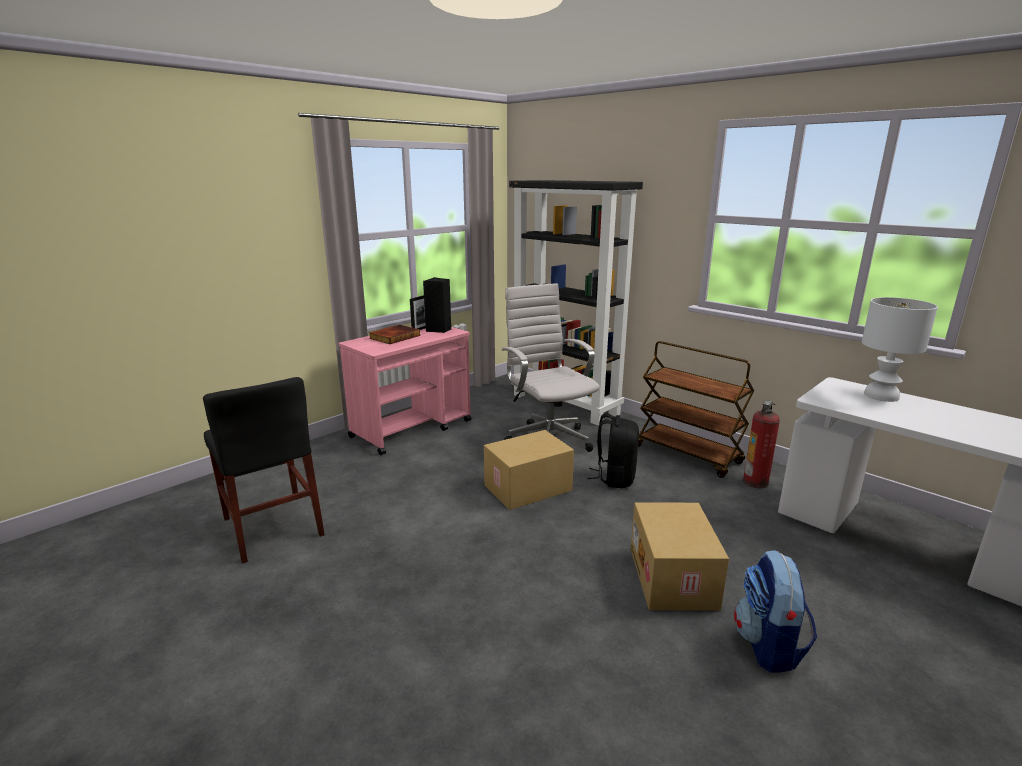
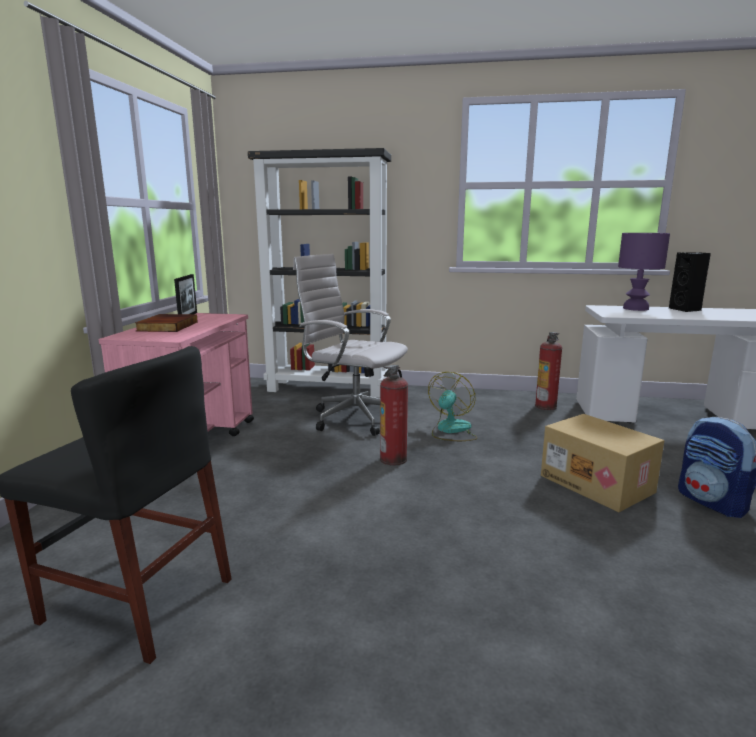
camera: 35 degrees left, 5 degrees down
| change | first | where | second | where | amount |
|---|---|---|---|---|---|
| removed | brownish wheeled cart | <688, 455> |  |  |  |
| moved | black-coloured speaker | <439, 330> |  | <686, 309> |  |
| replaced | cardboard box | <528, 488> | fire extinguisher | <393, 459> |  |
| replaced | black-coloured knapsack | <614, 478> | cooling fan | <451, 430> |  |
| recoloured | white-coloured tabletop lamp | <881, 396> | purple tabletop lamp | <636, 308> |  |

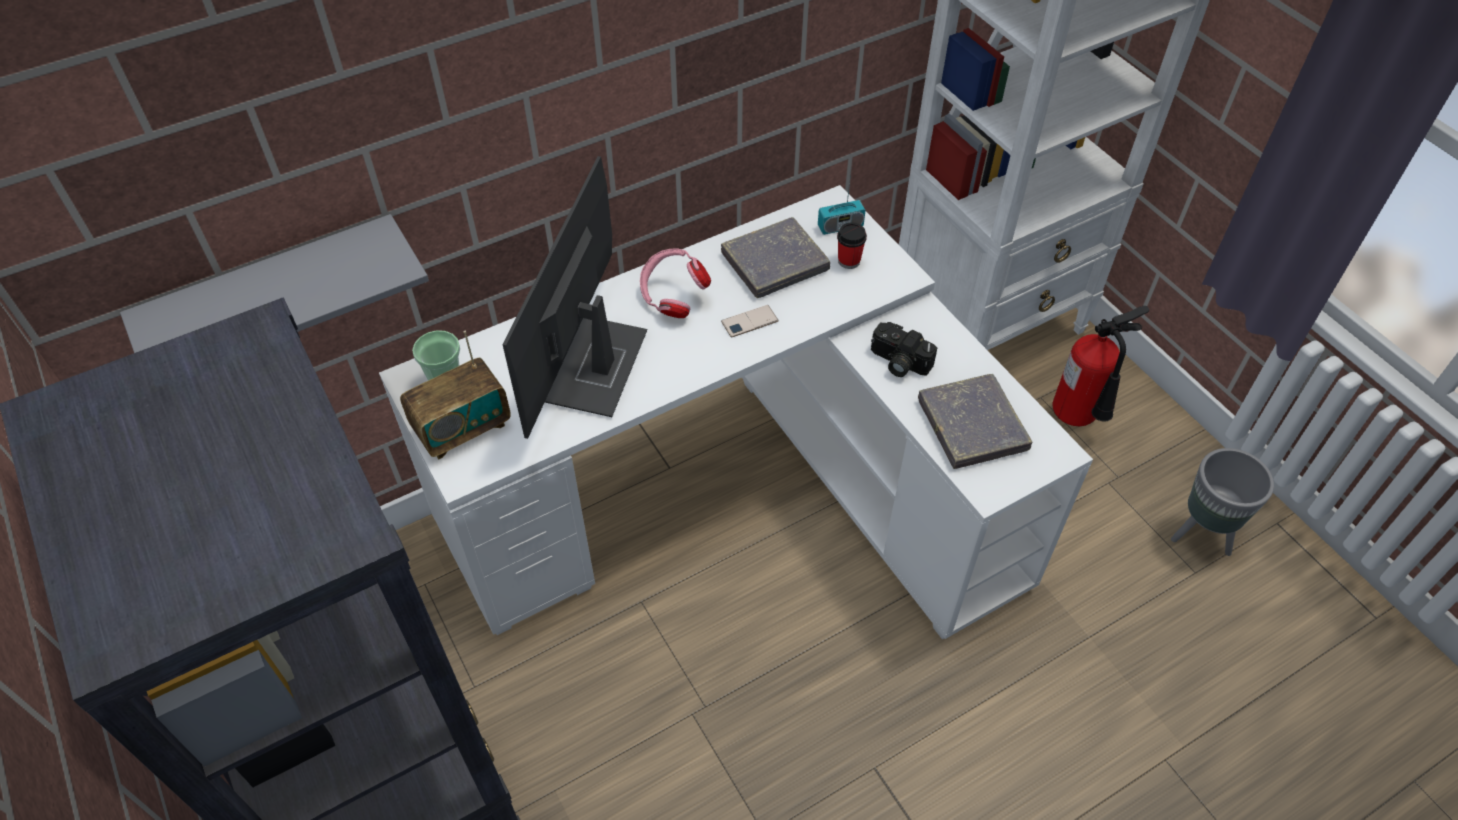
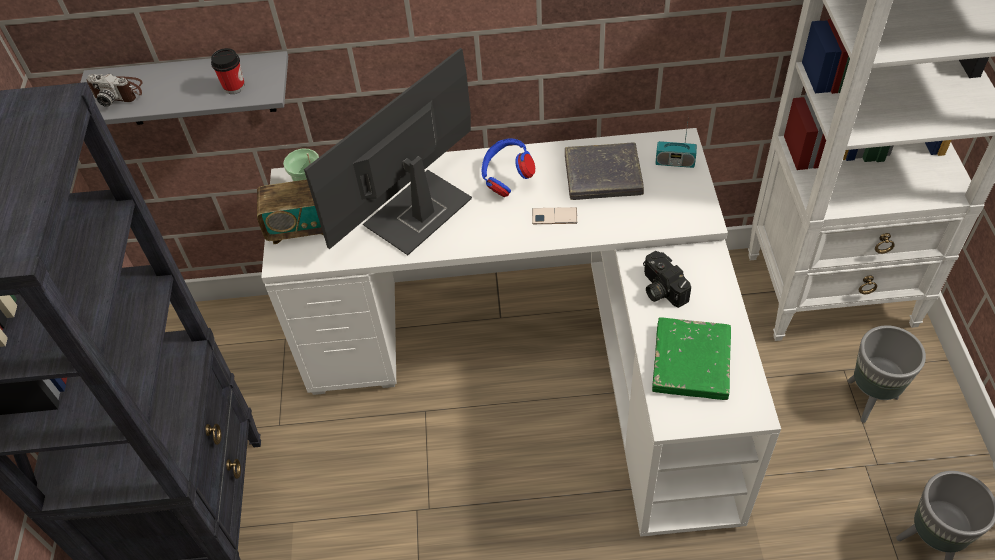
camera: 30 degrees right, 0 degrees up
| change | first | where | second | where | amount |
|---|---|---|---|---|---|
| added |  |  | still camera | <118, 92> |  |
| moved | cup | <849, 261> |  | <234, 87> |  |
| replaced | fire extinguisher | <1079, 418> | gray planter | <869, 400> |  |
| recoloured | pink-coloured headset | <673, 299> | blue-coloured headset | <506, 180> |  |
| recoloured | gray volume | <972, 425> | green-coloured volume | <691, 362> |  |

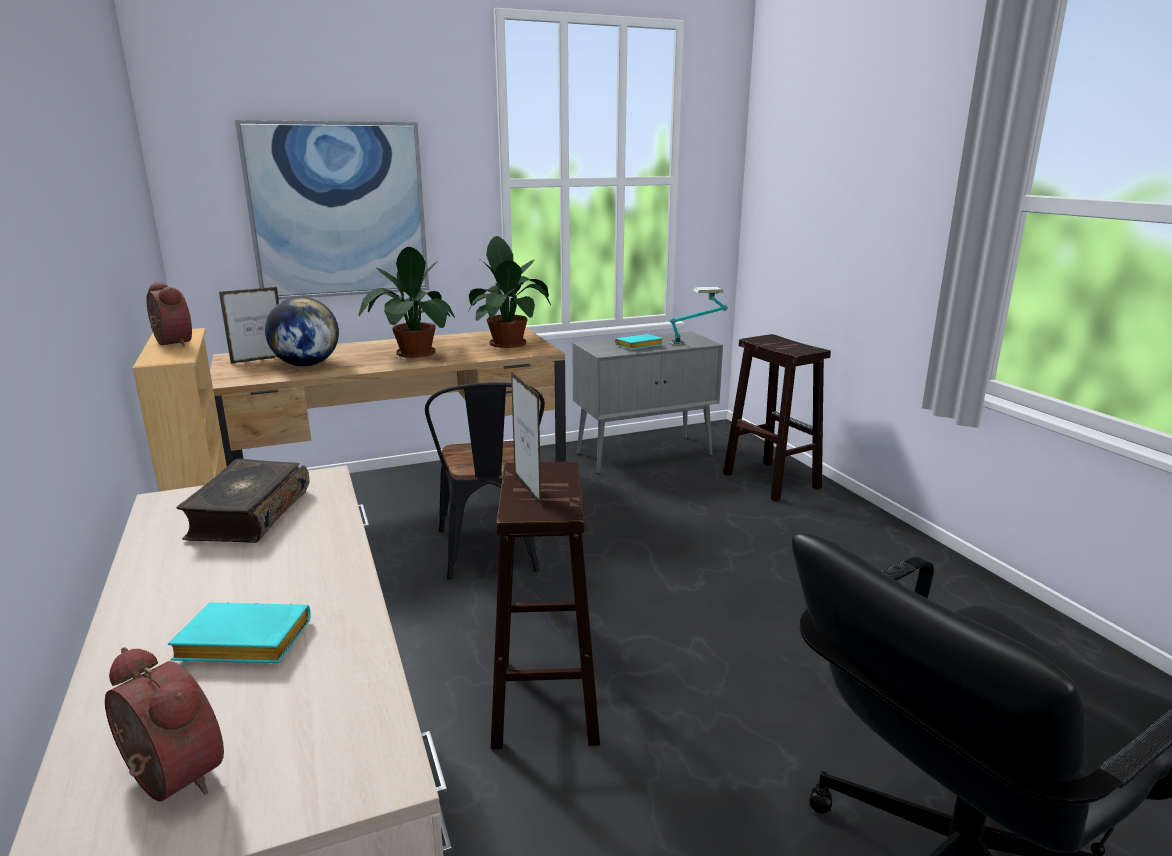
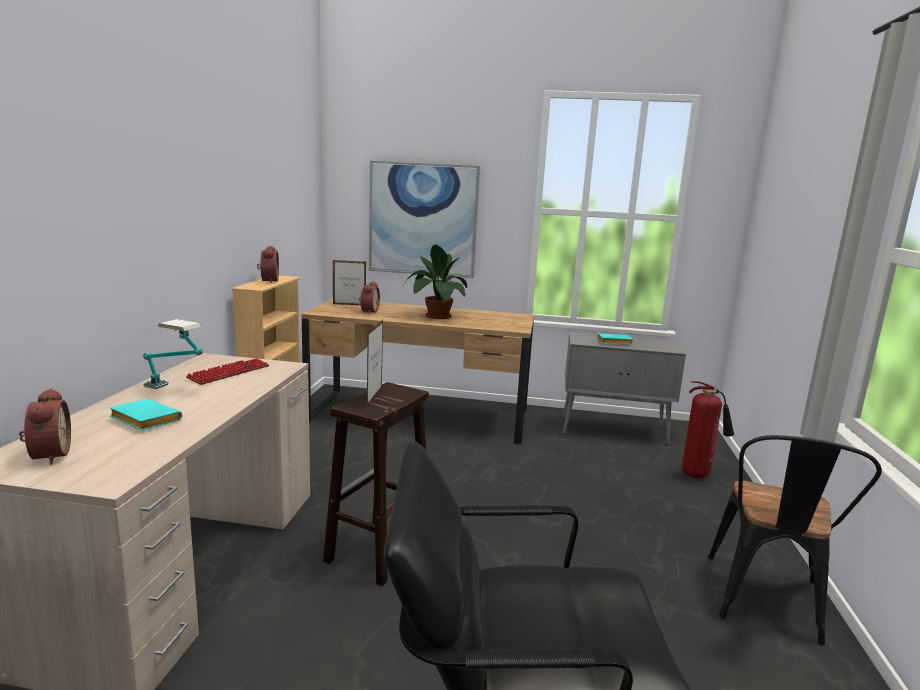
camera: 30 degrees right, 5 degrees down
| change | first | where | second | where | amount |
|---|---|---|---|---|---|
| removed | plant in a pot | <508, 342> |  |  |  |
| moved | black-coloured upright chair | <490, 554> |  | <765, 604> |  |
| moved | tabletop lamp | <697, 343> |  | <175, 390> |  |
| replaced | volume | <248, 515> | computer keyboard | <229, 373> |  |
| replaced | world globe | <306, 365> | alarm clock | <368, 311> |  |
| replaced | brownish sitting stool | <769, 480> | fire extinguisher | <698, 475> |  |

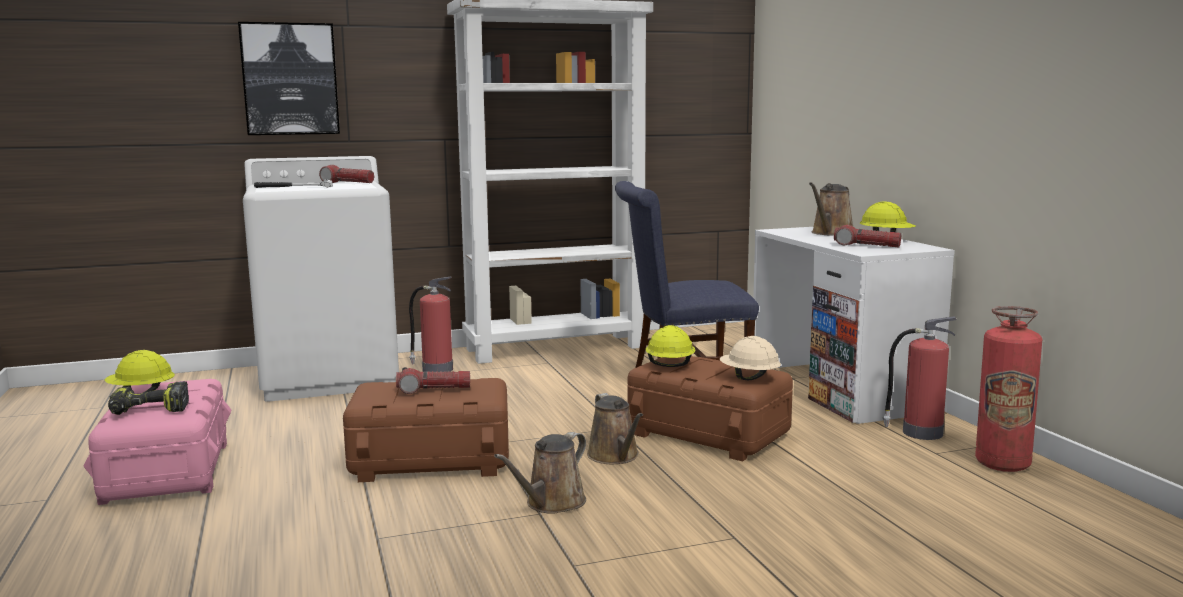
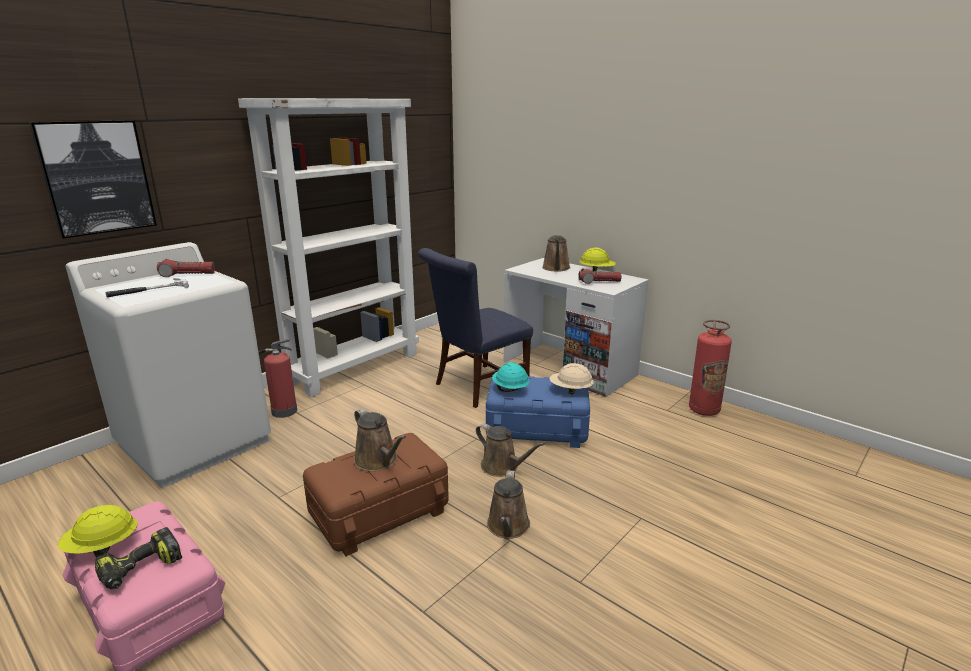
camera: 30 degrees left, 10 degrees up
| change | first | where | second | where | amount |
|---|---|---|---|---|---|
| removed | fire extinguisher | <920, 433> |  |  |  |
| replaced | flashlight | <434, 390> | brownish watering pot | <378, 461> |  |
| recoloured | brownish storage container | <708, 434> | blue-coloured storage container | <537, 428> |  |
| recoloured | yellow-coloured safety helmet | <669, 365> | turquoise safety helmet | <510, 389> |  |

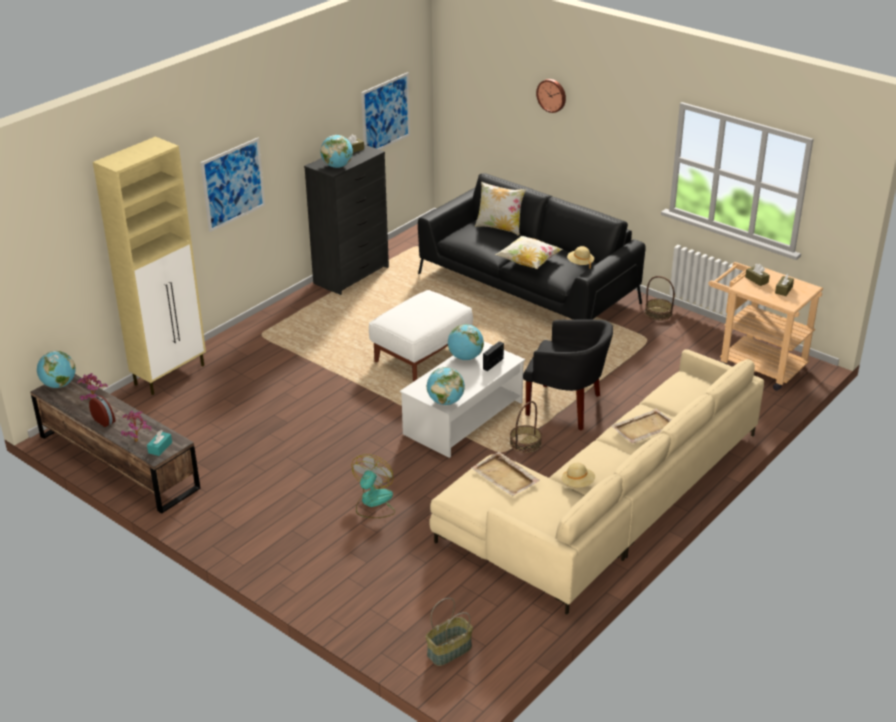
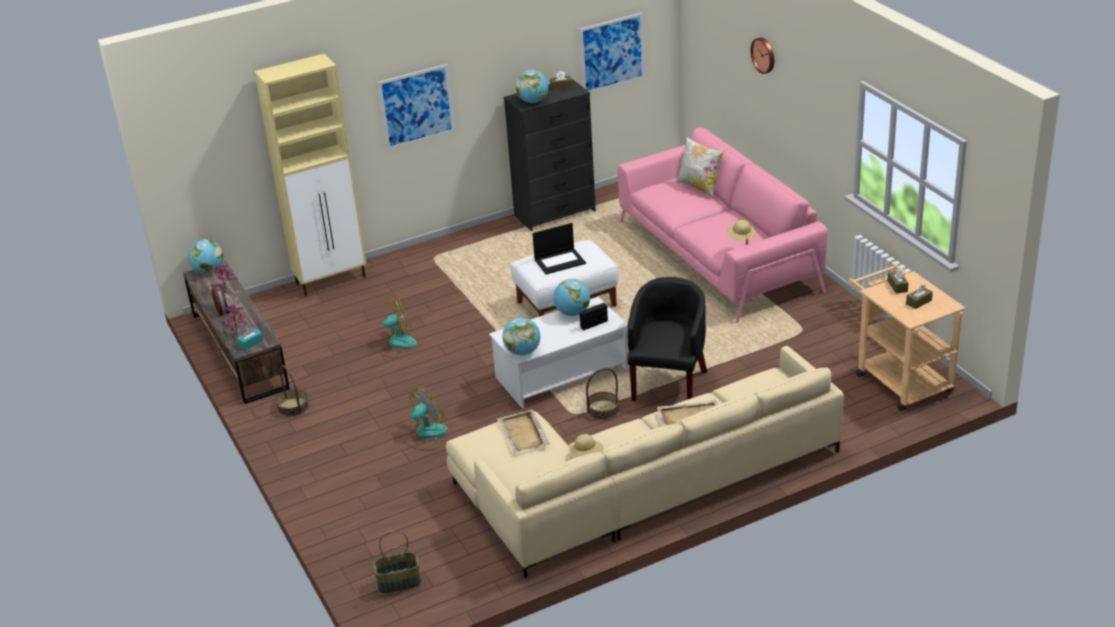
camera: 25 degrees right, 0 degrees up
| change | first | where | second | where | amount |
|---|---|---|---|---|---|
| removed | cushion | <528, 263> |  |  |  |
| added |  |  | cooling fan | <396, 344> |  |
| added |  |  | portable computer | <560, 261> |  |
| moved | basket | <658, 313> |  | <293, 407> |  |
| recoloured | black-coloured sofa | <527, 288> | pink-coloured sofa | <718, 256> |  |
| turned | black-coloured armchair | <566, 407> |  | <668, 383> | 120 degrees counterclockwise |

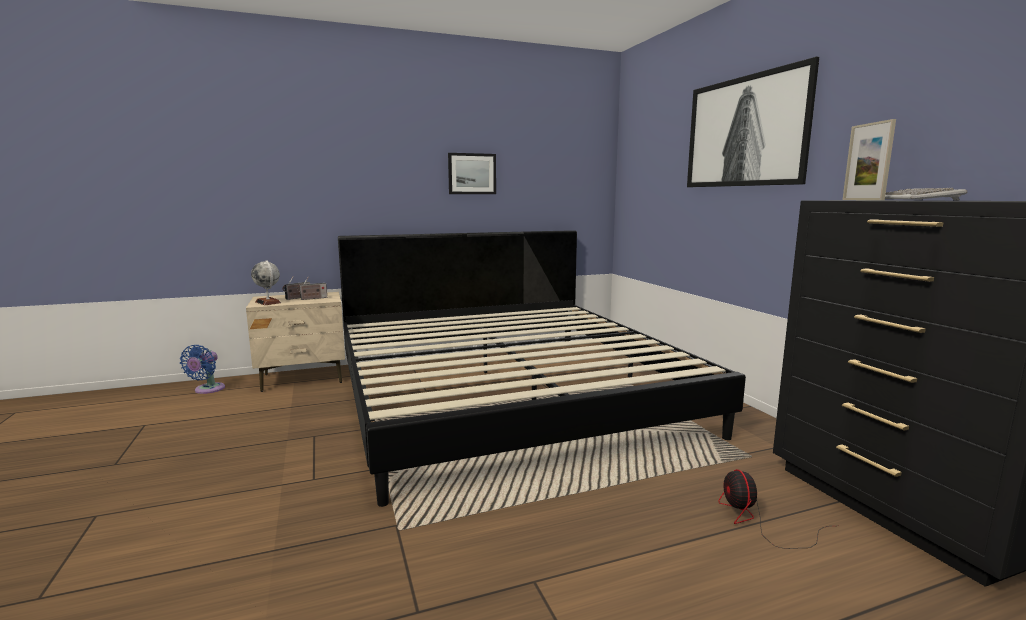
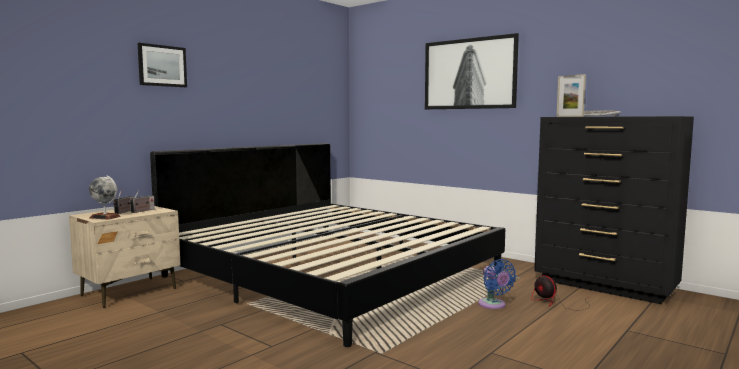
camera: 30 degrees left, 5 degrees down
| change | first | where | second | where | amount |
|---|---|---|---|---|---|
| moved | blue-coloured cooling fan | <207, 390> |  | <493, 305> |  |
| moved | wall picture | <472, 174> |  | <162, 66> |  |

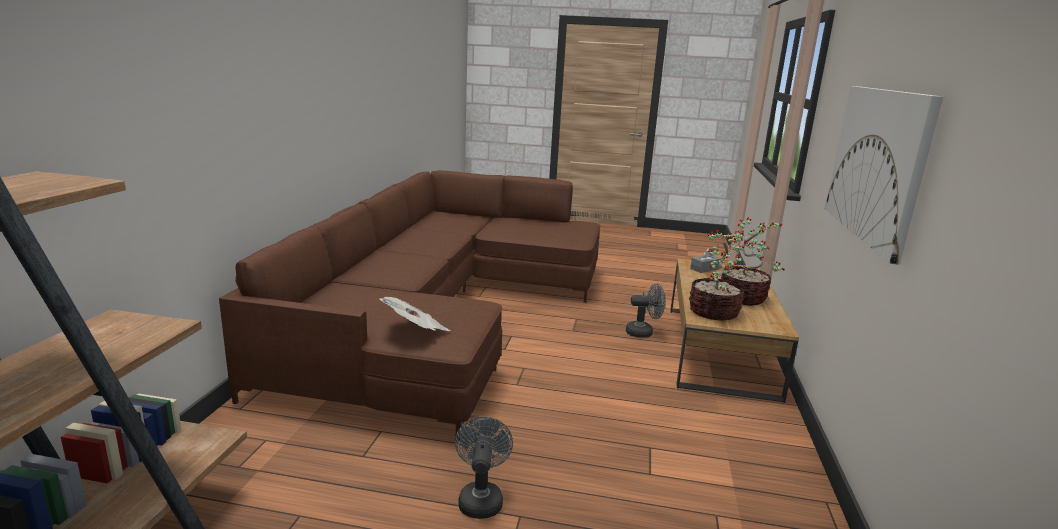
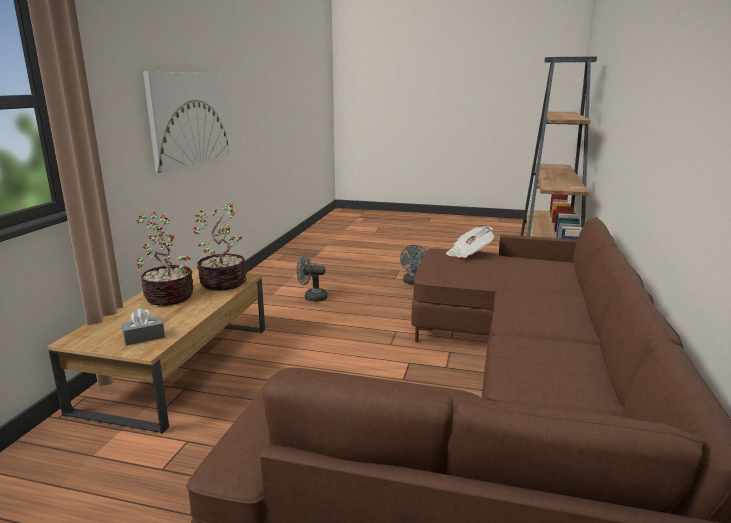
camera: 175 degrees left, 0 degrees up
| change | first | where | second | where | amount |
|---|---|---|---|---|---|
| moved | gray cooling fan | <643, 332> |  | <311, 298> |  |

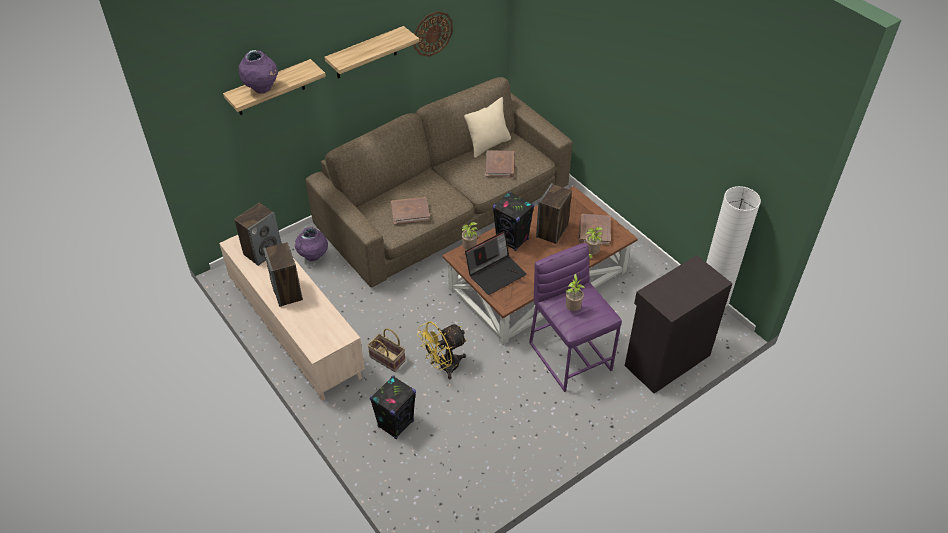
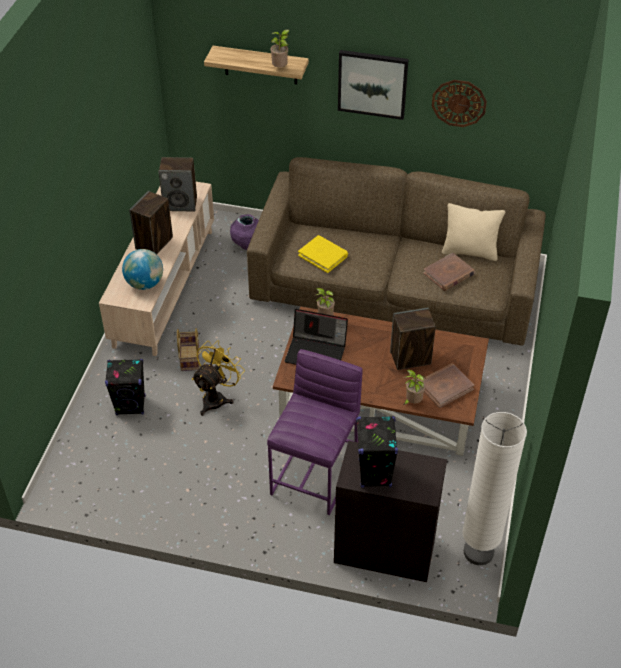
camera: 50 degrees right, 0 degrees up
| change | first | where | second | where | amount |
|---|---|---|---|---|---|
| removed | purple decorative vase | <262, 89> |  |  |  |
| added |  |  | world globe | <145, 283> |  |
| moved | black-coloured speaker | <512, 240> |  | <375, 474> |  |
| moved | plant in a pot | <573, 308> |  | <280, 68> |  |
| replaced | shelf | <366, 53> | wall picture | <372, 83> |  |
| recoloured | brownish volume | <410, 212> | yellow-coloured volume | <323, 255> |  |
| turned | yellow-coloured cooling fan | <444, 366> |  | <217, 397> | 105 degrees clockwise |

